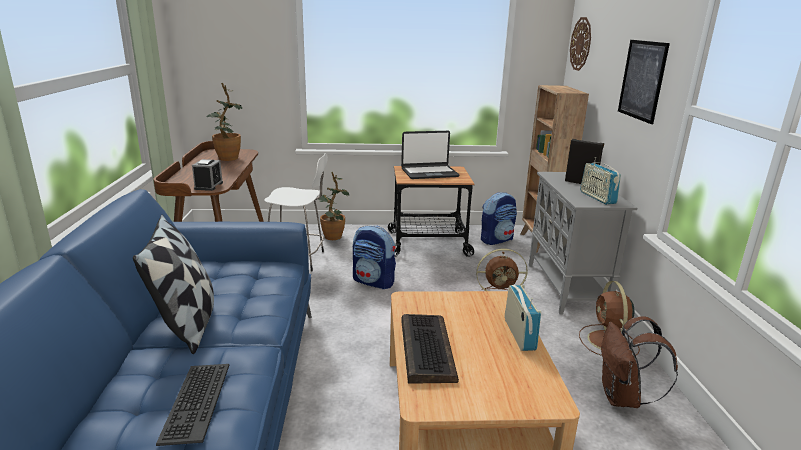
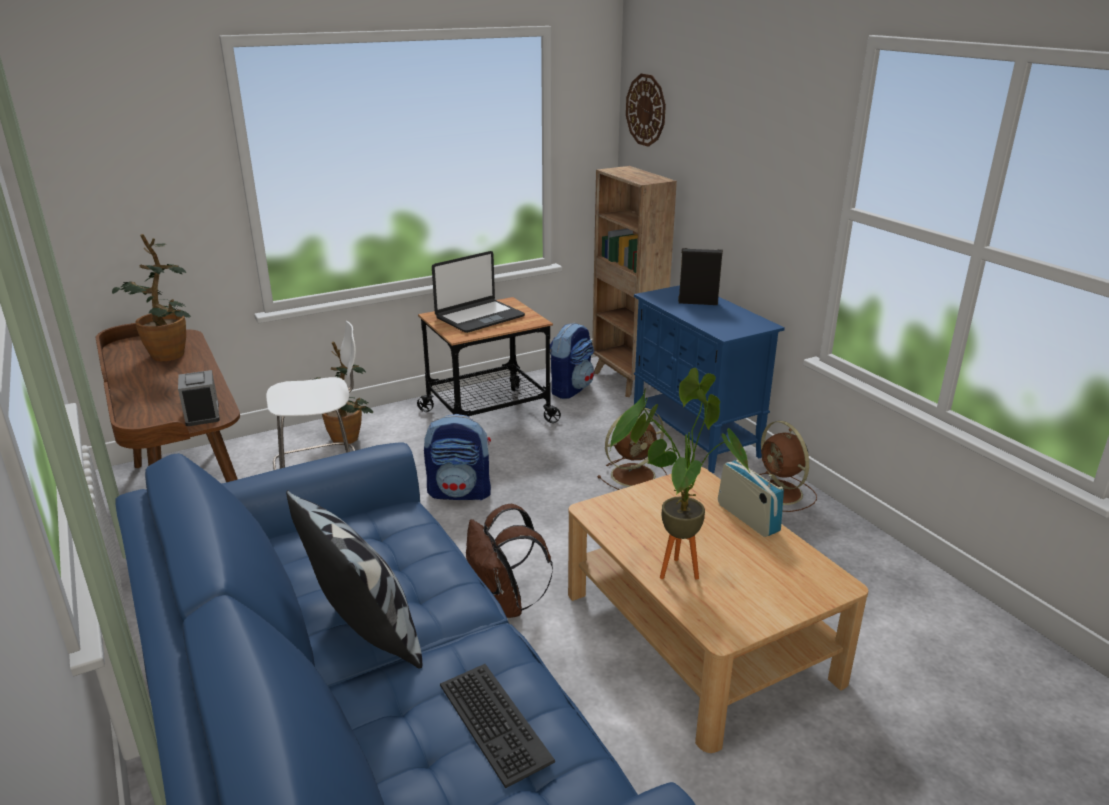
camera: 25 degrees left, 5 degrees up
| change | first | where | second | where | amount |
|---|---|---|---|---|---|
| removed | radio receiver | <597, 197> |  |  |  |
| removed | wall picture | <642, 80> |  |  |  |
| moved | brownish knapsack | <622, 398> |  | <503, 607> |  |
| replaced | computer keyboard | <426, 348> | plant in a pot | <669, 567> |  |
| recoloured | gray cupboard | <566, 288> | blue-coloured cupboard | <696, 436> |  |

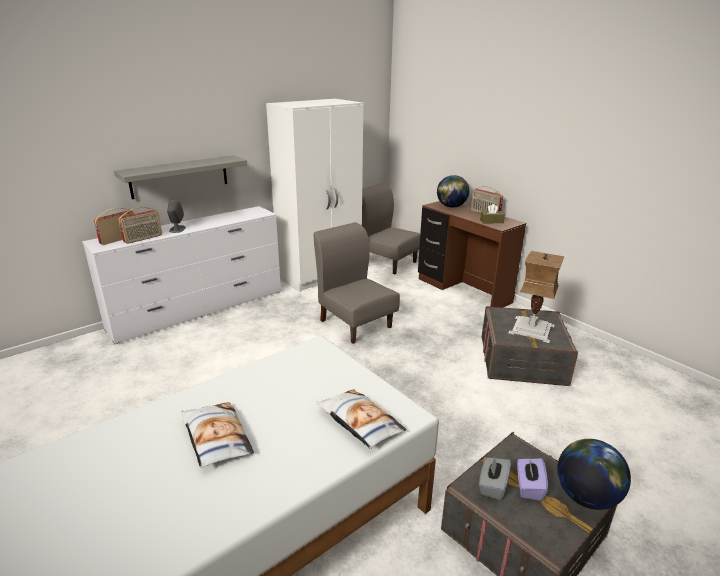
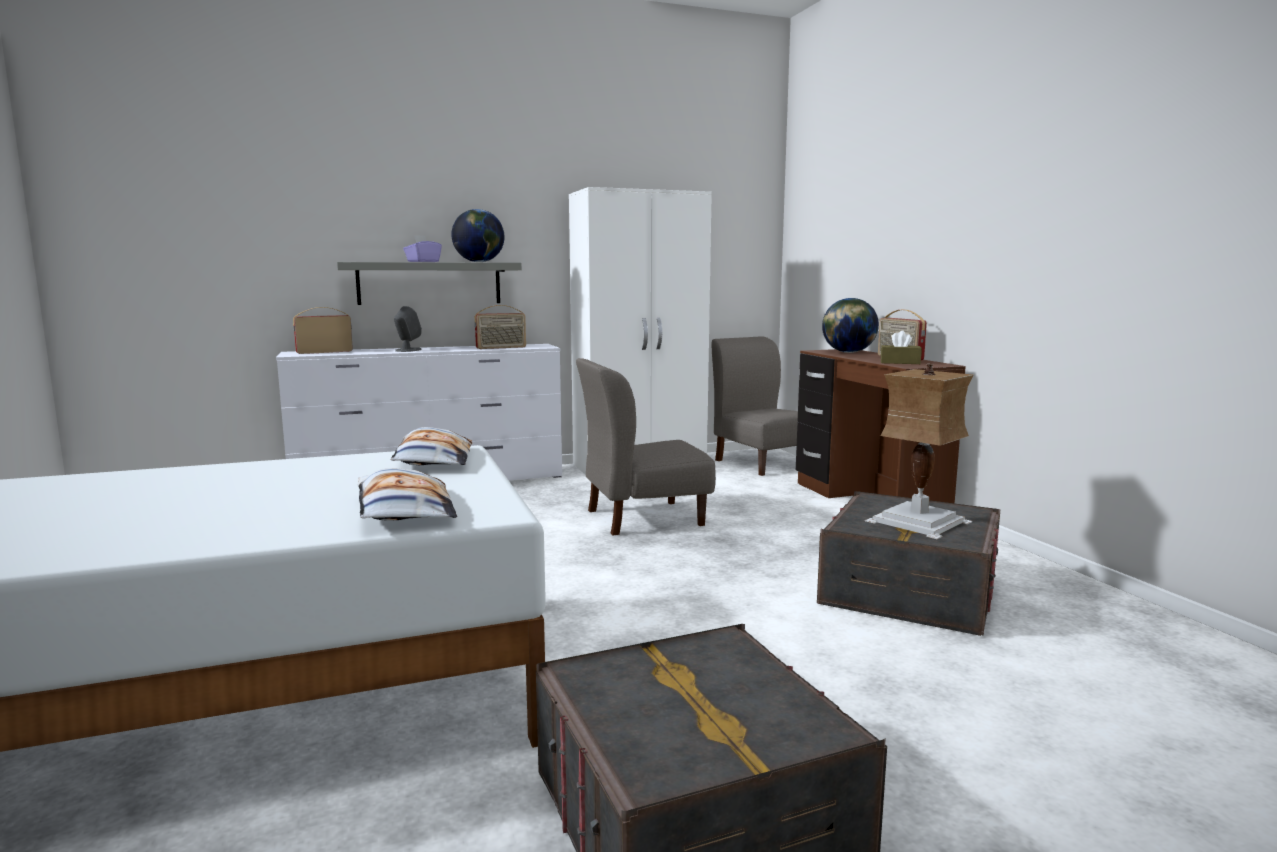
camera: 20 degrees right, 15 degrees down
| change | first | where | second | where | amount |
|---|---|---|---|---|---|
| removed | gray tissue box | <492, 486> |  |  |  |
| moved | radio receiver | <143, 239> |  | <501, 348> |  |
| moved | cushion | <215, 438> |  | <433, 460> |  |
| moved | purple tissue box | <528, 487> |  | <423, 262> |  |
| moved | world globe | <586, 496> |  | <479, 262> |  |
| turned | gray upright chair | <355, 323> |  | <643, 517> | 90 degrees counterclockwise |

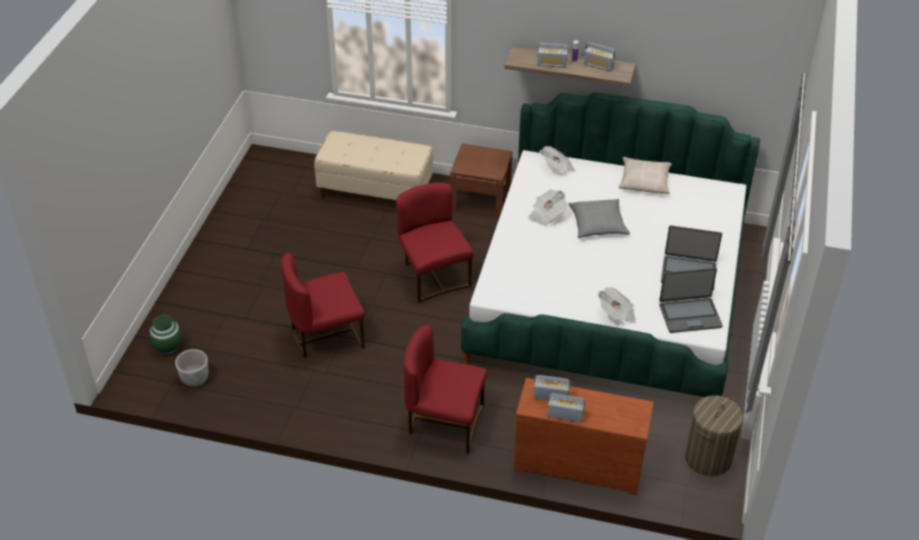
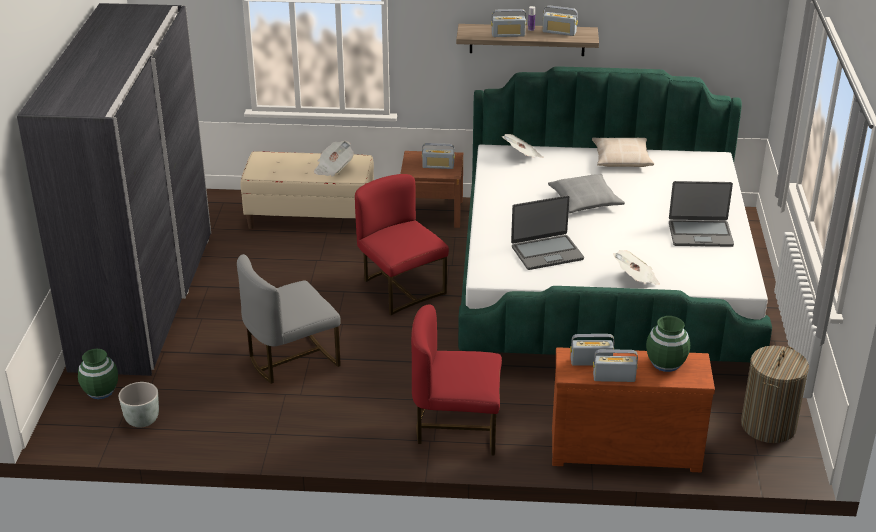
camera: 10 degrees left, 10 degrees down
| change | first | where | second | where | amount |
|---|---|---|---|---|---|
| added |  |  | gray clothes cupboard | <143, 299> |  |
| added |  |  | radio receiver | <438, 166> |  |
| added |  |  | green-coloured decorative vase | <665, 363> |  |
| moved | daily paper | <546, 215> |  | <333, 168> |  |
| moved | portable computer | <689, 315> |  | <546, 253> |  |
| recoloured | reddish upright chair | <326, 336> | gray upright chair | <291, 359> |  |

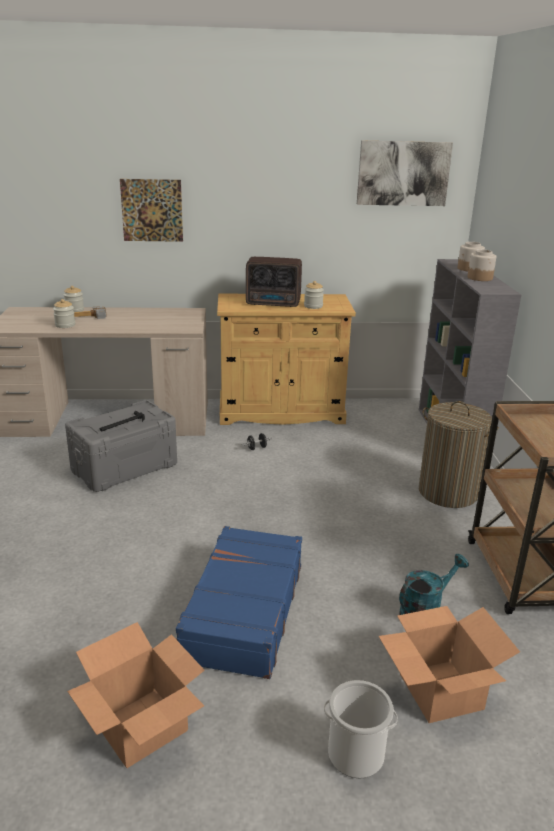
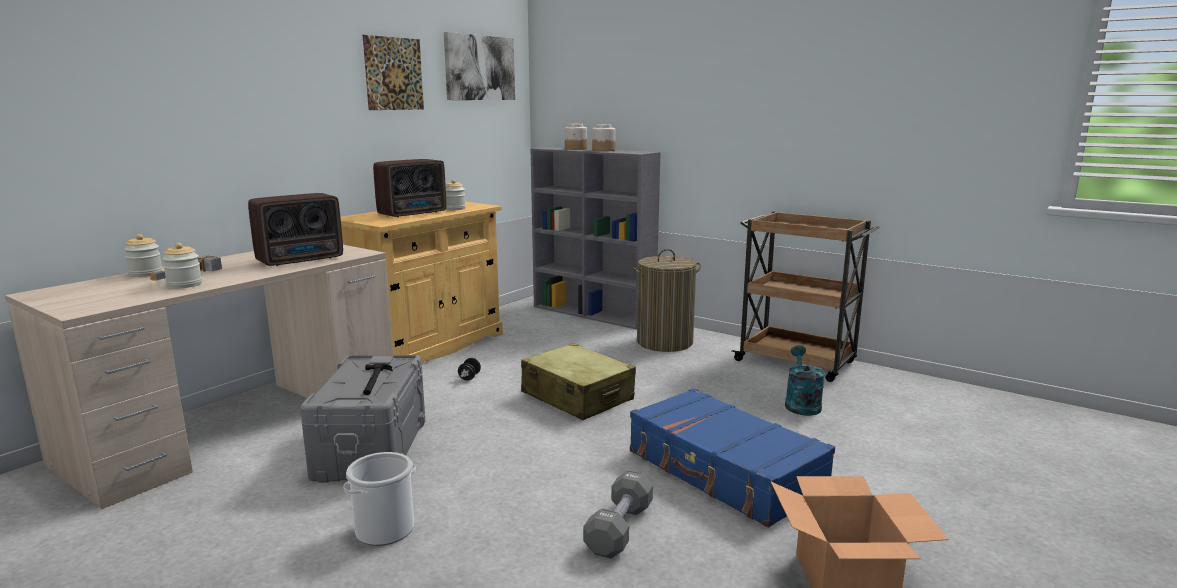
camera: 50 degrees left, 10 degrees down
| change | first | where | second | where | amount |
|---|---|---|---|---|---|
| removed | cardboard box | <441, 692> |  |  |  |
| added |  |  | radio receiver | <302, 260> |  |
| added |  |  | beige suitcase | <577, 397> |  |
| added |  |  | gray free weight | <619, 529> |  |
| moved | wall picture | <152, 210> |  | <394, 74> |  |
| moved | pail | <356, 754> |  | <385, 529> |  |

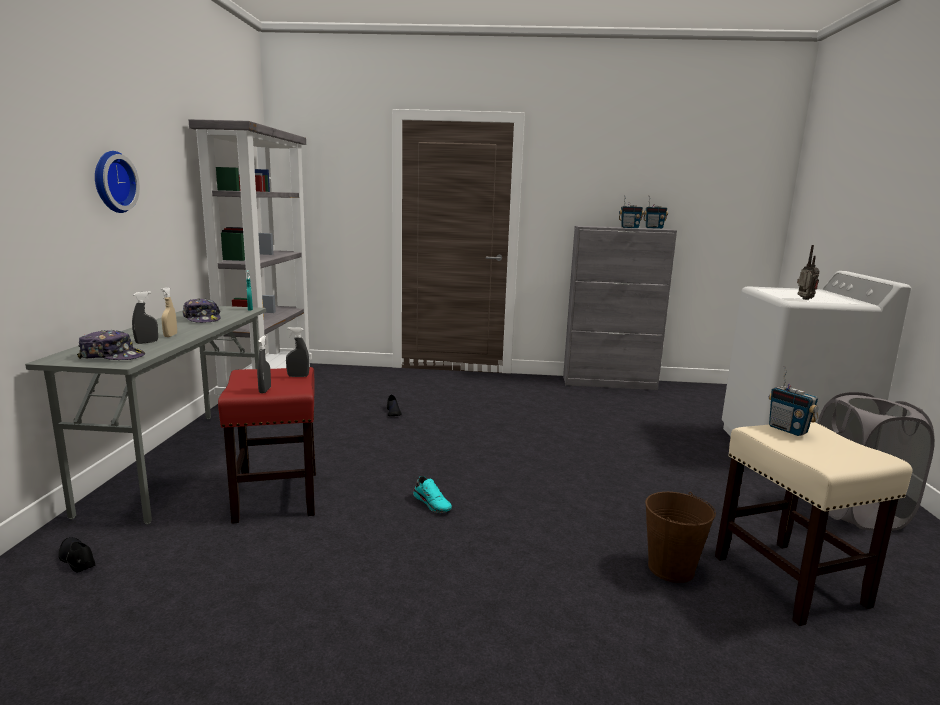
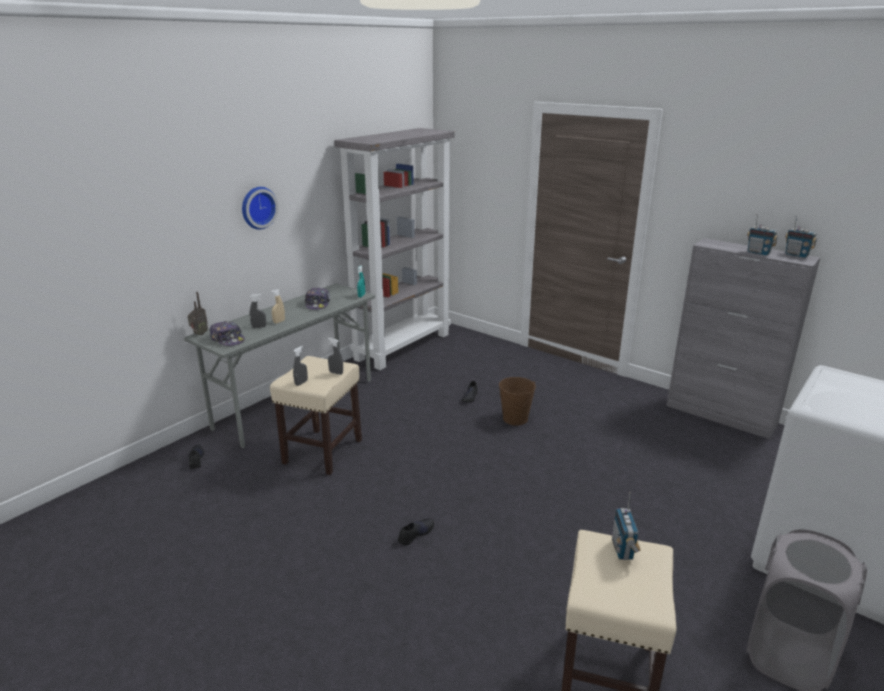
camera: 35 degrees right, 10 degrees up
| change | first | where | second | where | amount |
|---|---|---|---|---|---|
| removed | turquoise shoe | <433, 503> |  |  |  |
| added |  |  | black-coloured shoe | <416, 534> |  |
| moved | brownish pail | <670, 568> |  | <515, 418> |  |
| moved | radio receiver | <804, 299> |  | <199, 334> |  |
| recoloured | reddish sitting stool | <277, 497> | beige sitting stool | <322, 452> |  |

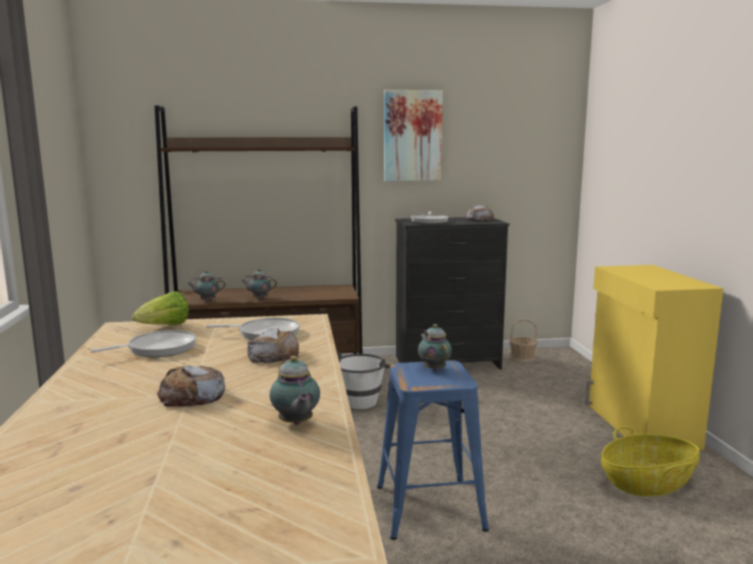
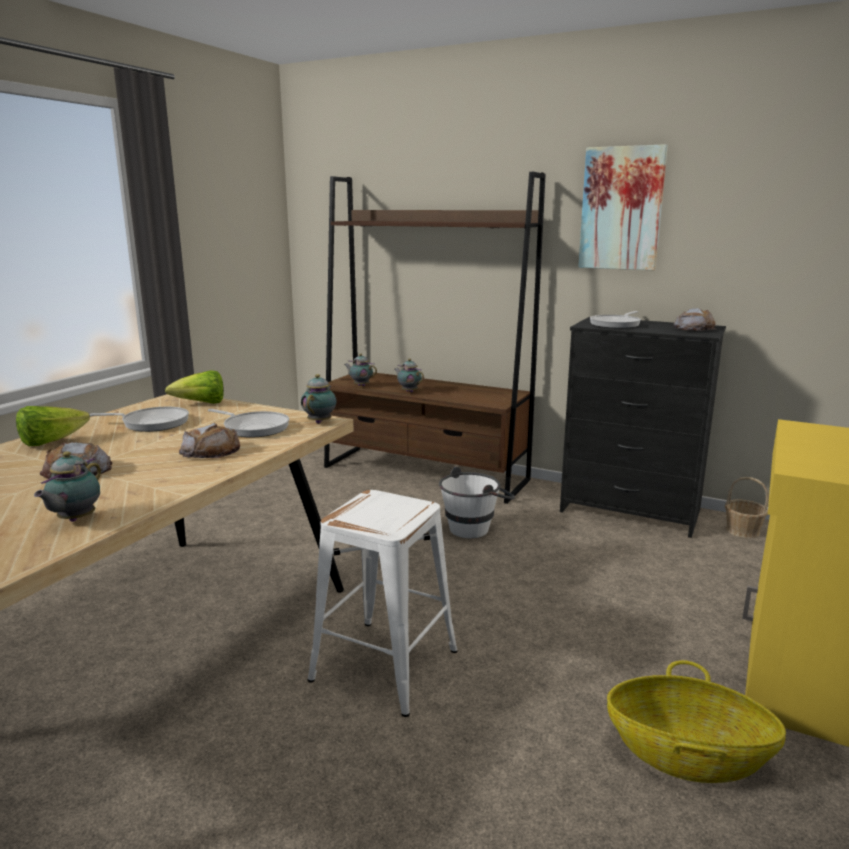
camera: 35 degrees right, 5 degrees up
| change | first | where | second | where | amount |
|---|---|---|---|---|---|
| added |  |  | lettuce | <51, 442> |  |
| moved | tea pot | <433, 369> |  | <320, 421> |  |
| recoloured | blue-coloured sitting stool | <430, 507> | white-coloured sitting stool | <386, 665> |  |

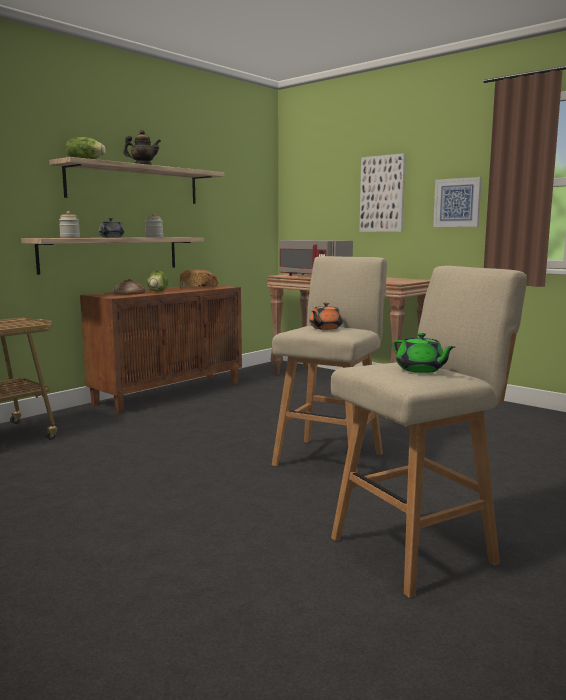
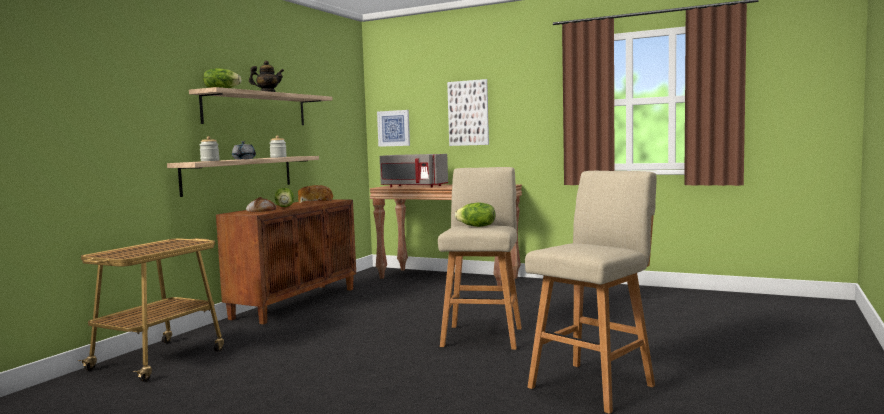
camera: 15 degrees left, 5 degrees down
| change | first | where | second | where | amount |
|---|---|---|---|---|---|
| removed | green-coloured tea pot | <420, 370> |  |  |  |
| moved | wall picture | <457, 202> |  | <394, 128> |  |
| replaced | orange tea pot | <325, 328> | lettuce | <476, 226> |  |

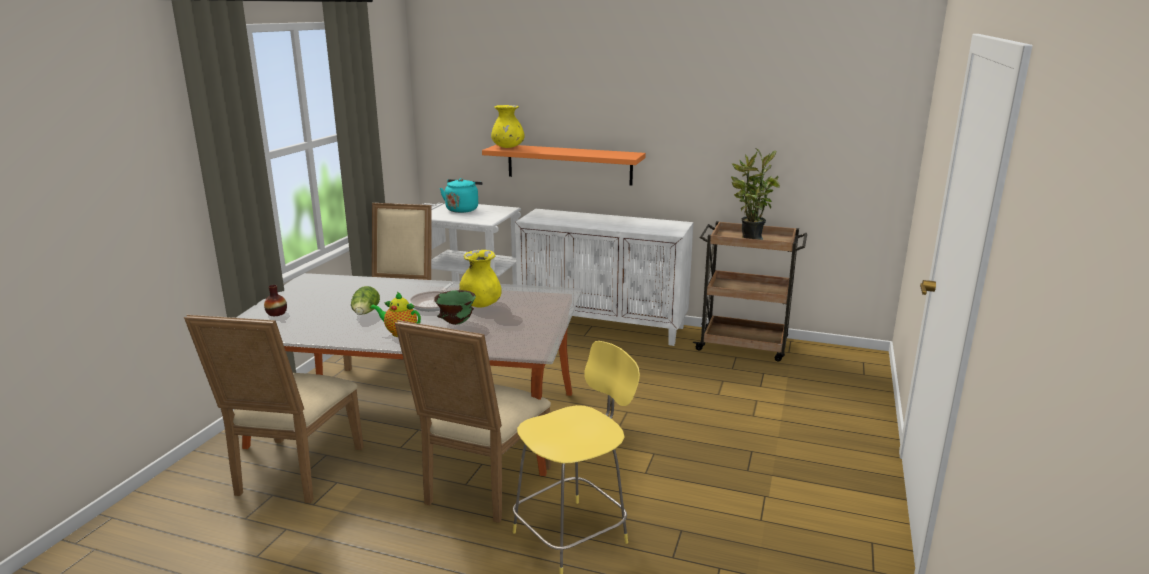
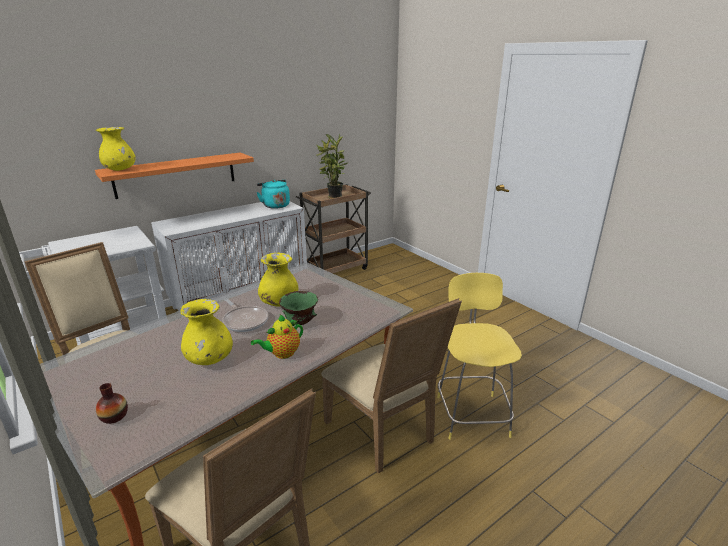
camera: 55 degrees left, 5 degrees up
| change | first | where | second | where | amount |
|---|---|---|---|---|---|
| moved | turquoise water kettle | <463, 209> |  | <275, 205> |  |
| replaced | lettuce | <365, 313> | yellow-coloured decorative vase | <210, 359> |  |

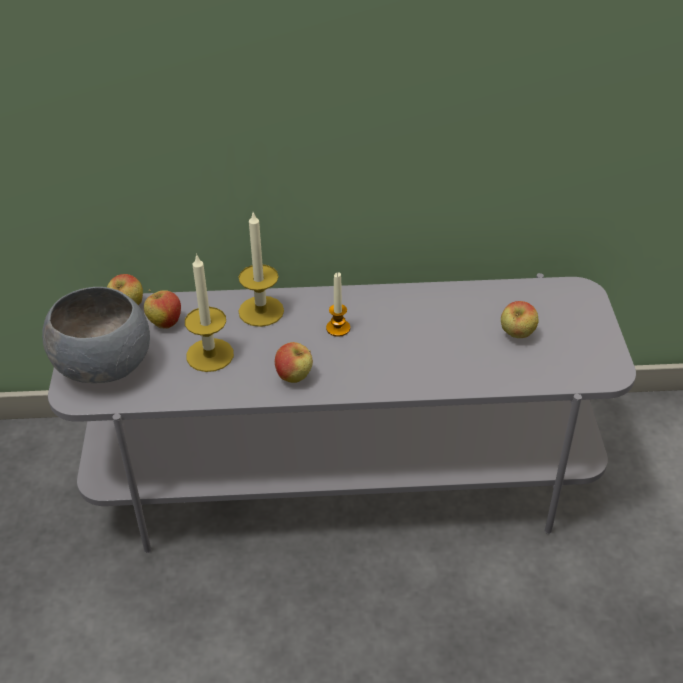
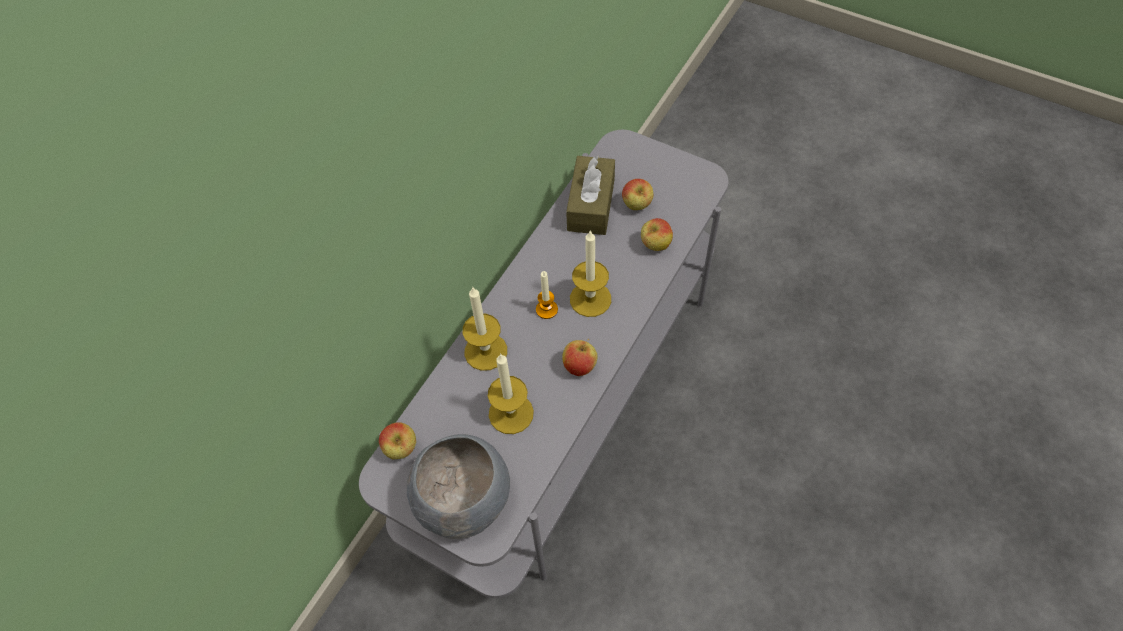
camera: 55 degrees left, 15 degrees up
| change | first | where | second | where | amount |
|---|---|---|---|---|---|
| added |  |  | brownish tissue box | <591, 205> |  |
| added |  |  | candle | <590, 299> |  |
| moved | apple | <165, 323> |  | <655, 245> |  |

